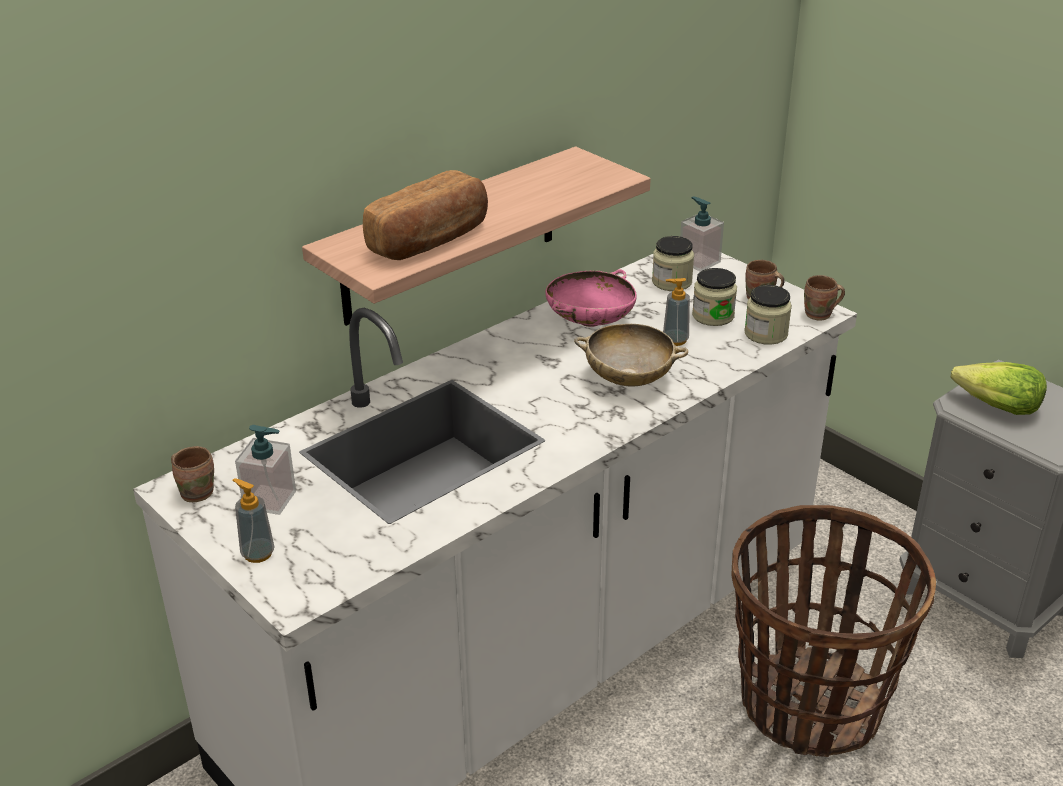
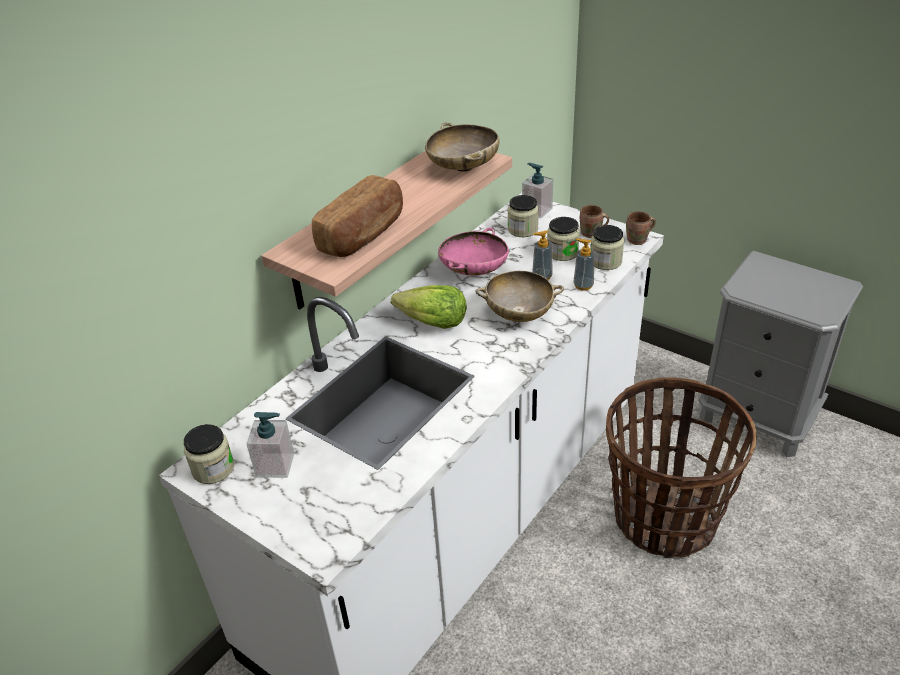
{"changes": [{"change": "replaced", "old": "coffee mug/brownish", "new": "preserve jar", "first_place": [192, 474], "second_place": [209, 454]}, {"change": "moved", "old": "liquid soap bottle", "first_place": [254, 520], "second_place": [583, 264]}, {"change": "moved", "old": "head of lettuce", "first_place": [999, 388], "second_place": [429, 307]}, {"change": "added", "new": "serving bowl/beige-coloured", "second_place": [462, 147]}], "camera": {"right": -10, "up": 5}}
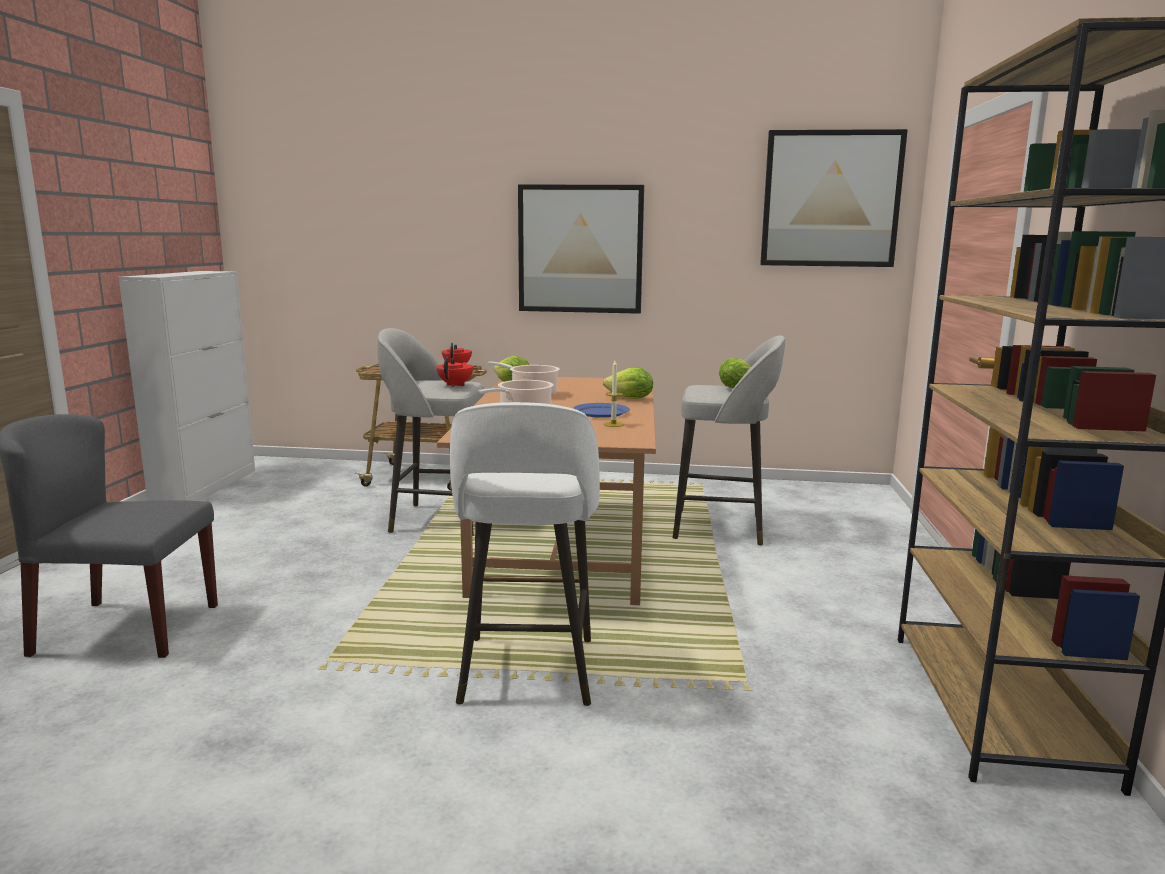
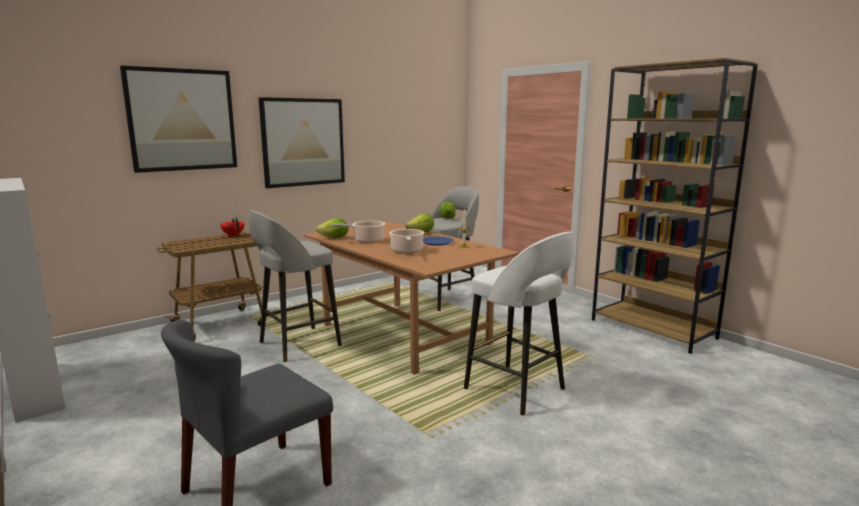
{"changes": [{"change": "removed", "old": "teapot/red-coloured", "first_place": [454, 371]}, {"change": "moved", "old": "picture", "first_place": [834, 198], "second_place": [178, 119]}], "camera": {"right": -45, "up": 0}}
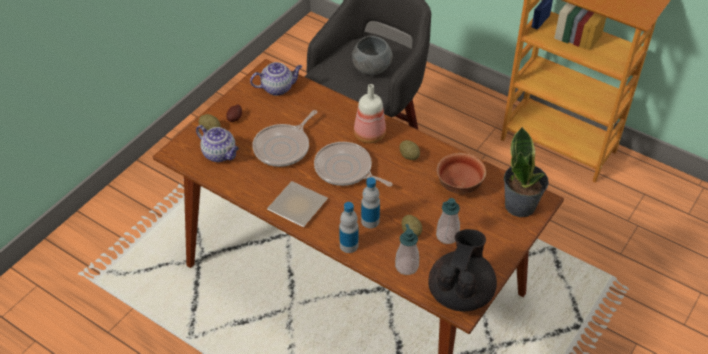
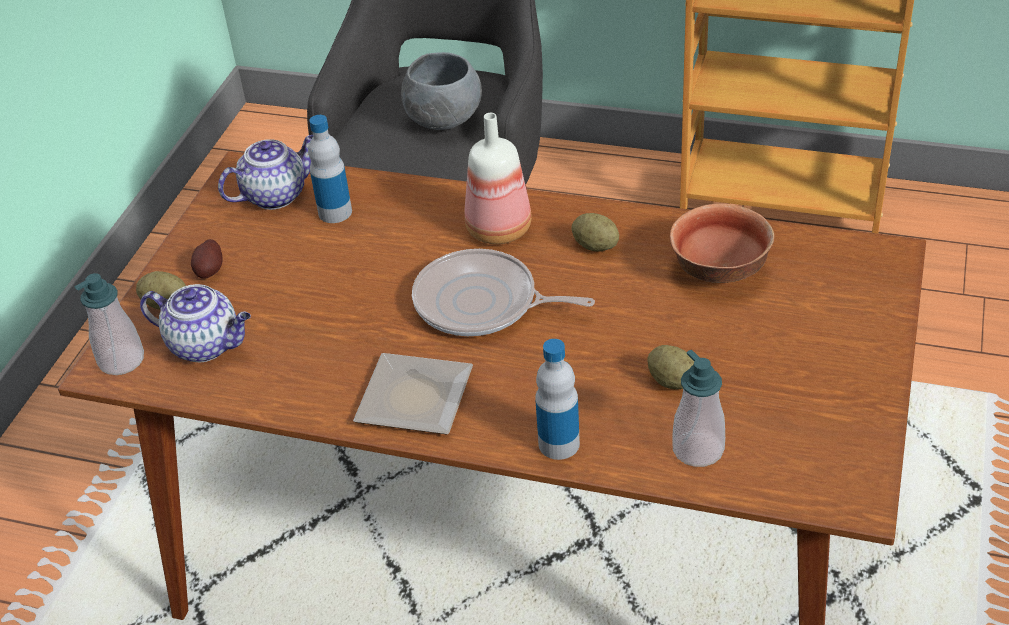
{"changes": [{"change": "removed", "old": "skillet", "first_place": [284, 138]}, {"change": "moved", "old": "drink bottle", "first_place": [370, 202], "second_place": [330, 169]}, {"change": "removed", "old": "teapot/blackish", "first_place": [462, 270]}, {"change": "moved", "old": "liquid soap bottle", "first_place": [448, 221], "second_place": [109, 324]}, {"change": "removed", "old": "potted plant", "first_place": [526, 172]}], "camera": {"right": -15, "up": -5}}
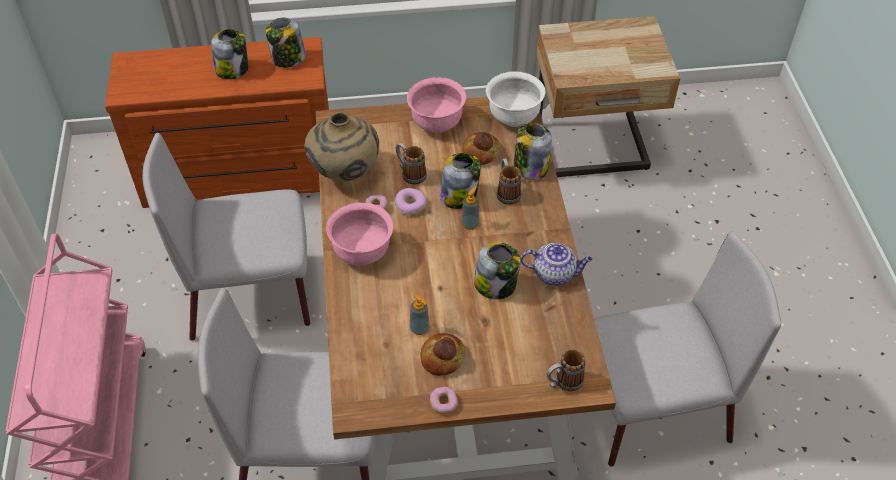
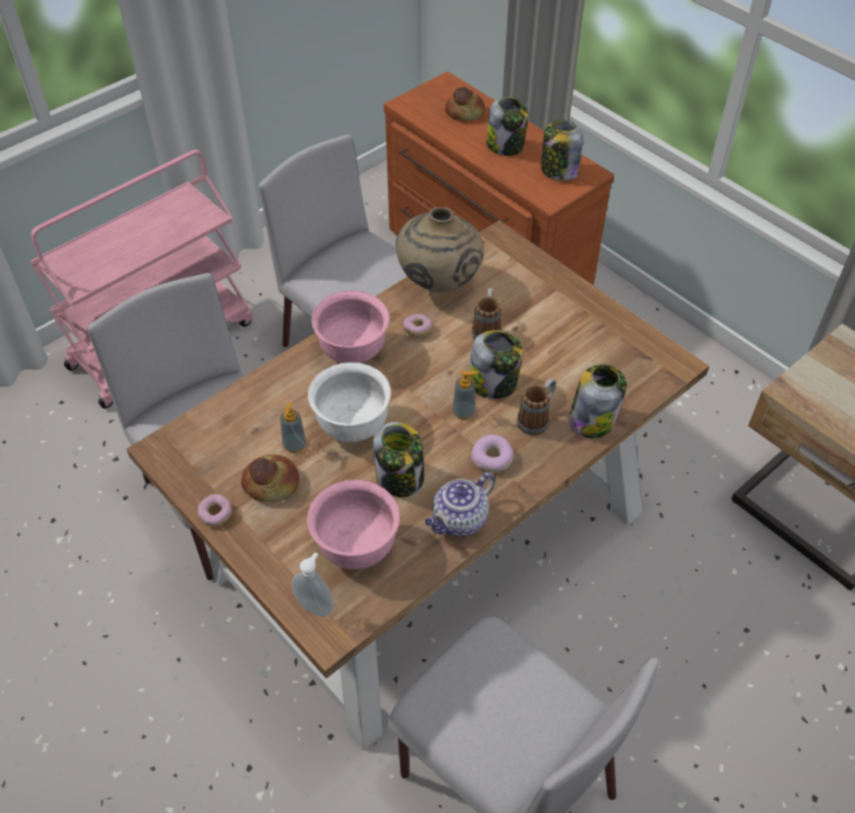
{"changes": [{"change": "moved", "old": "doughnut", "first_place": [410, 201], "second_place": [492, 453]}, {"change": "moved", "old": "serving bowl/pink", "first_place": [436, 105], "second_place": [353, 524]}, {"change": "moved", "old": "bakery bread", "first_place": [481, 148], "second_place": [465, 104]}, {"change": "moved", "old": "serving bowl/whitish", "first_place": [515, 99], "second_place": [349, 402]}, {"change": "turned", "old": "teapot", "first_place": [556, 264], "second_place": [460, 504], "degrees": 75}, {"change": "replaced", "old": "coffee mug", "new": "liquid soap bottle", "first_place": [565, 370], "second_place": [313, 585]}], "camera": {"right": 55, "up": 0}}
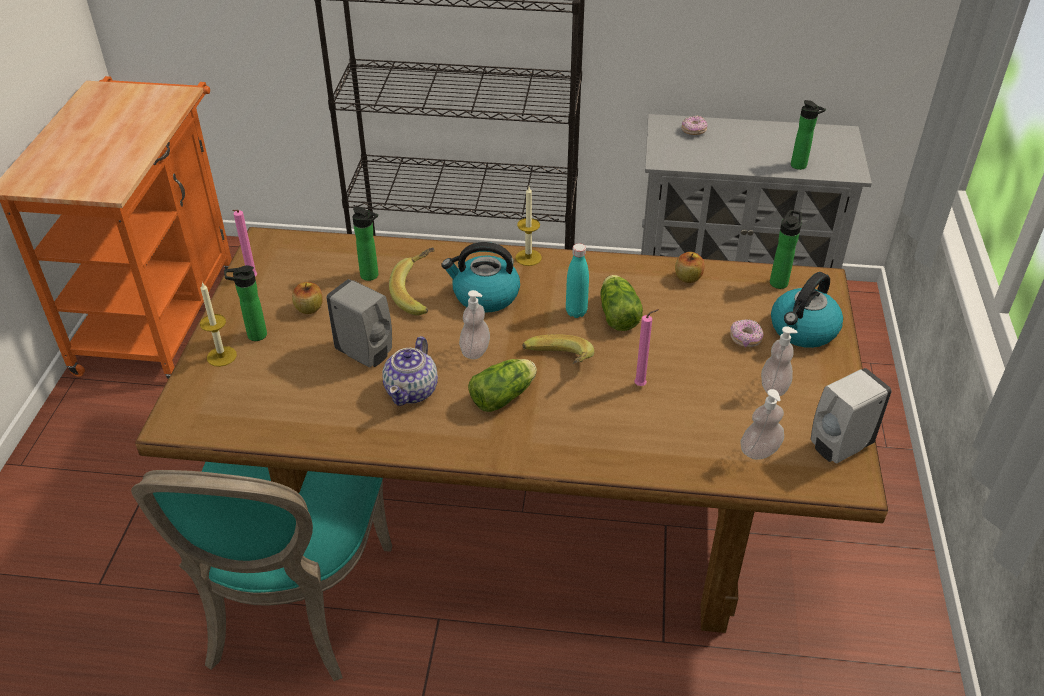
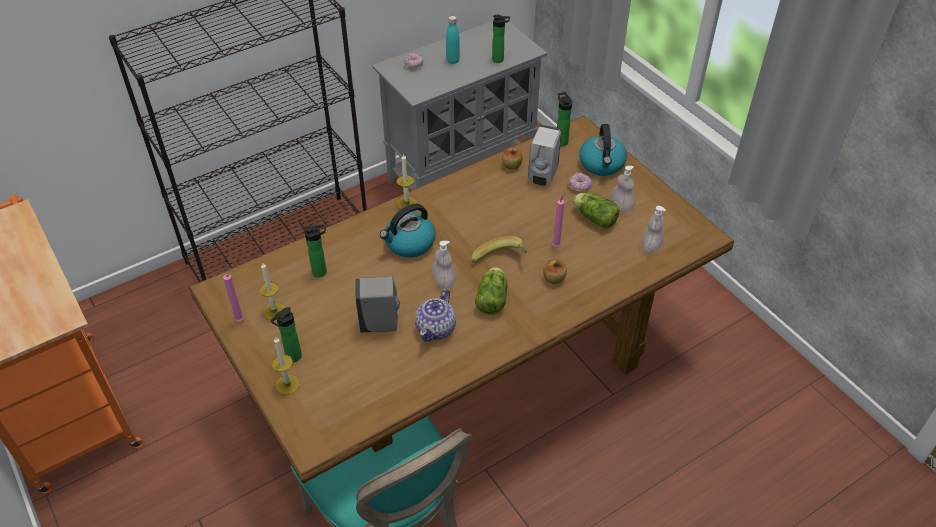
{"changes": [{"change": "moved", "old": "apple fruit", "first_place": [307, 298], "second_place": [555, 271]}, {"change": "turned", "old": "teapot", "first_place": [410, 371], "second_place": [435, 315], "degrees": 45}, {"change": "removed", "old": "banana", "first_place": [412, 281]}, {"change": "moved", "old": "drink bottle/turquoise-coloured", "first_place": [577, 280], "second_place": [453, 40]}, {"change": "moved", "old": "head of lettuce", "first_place": [621, 303], "second_place": [596, 210]}, {"change": "moved", "old": "liquid soap bottle/whitish", "first_place": [851, 415], "second_place": [545, 155]}, {"change": "added", "new": "candle", "second_place": [272, 291]}], "camera": {"right": -40, "up": 5}}
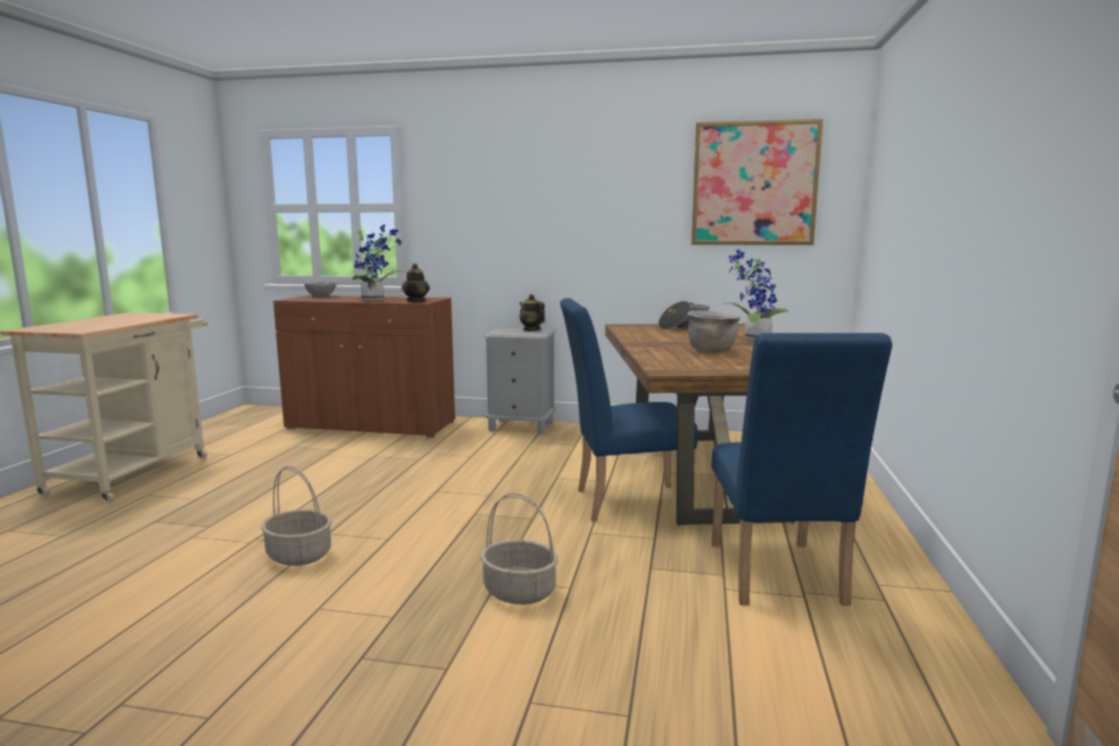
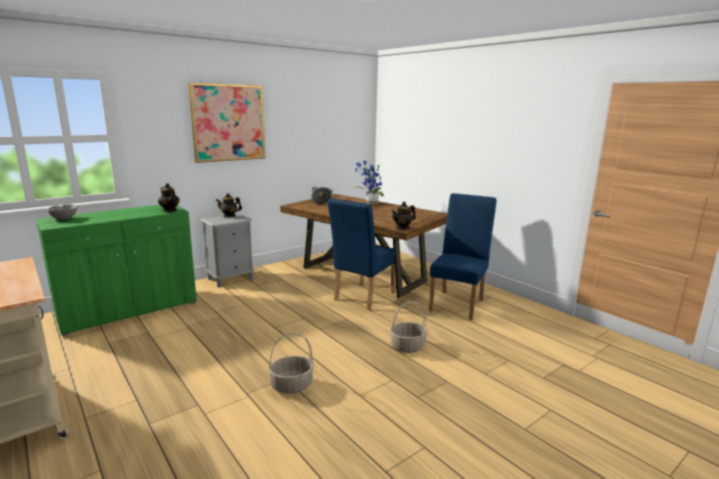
{"changes": [{"change": "recoloured", "old": "cabinet/brownish", "new": "cabinet/green-coloured", "first_place": [364, 366], "second_place": [116, 270]}, {"change": "removed", "old": "potted plant", "first_place": [378, 262]}, {"change": "removed", "old": "cooking pot/brownish", "first_place": [714, 331]}, {"change": "moved", "old": "picture", "first_place": [757, 182], "second_place": [226, 122]}, {"change": "turned", "old": "upright chair/blue-coloured", "first_place": [801, 469], "second_place": [463, 256], "degrees": -105}, {"change": "added", "new": "teapot", "second_place": [403, 216]}], "camera": {"right": -50, "up": 5}}
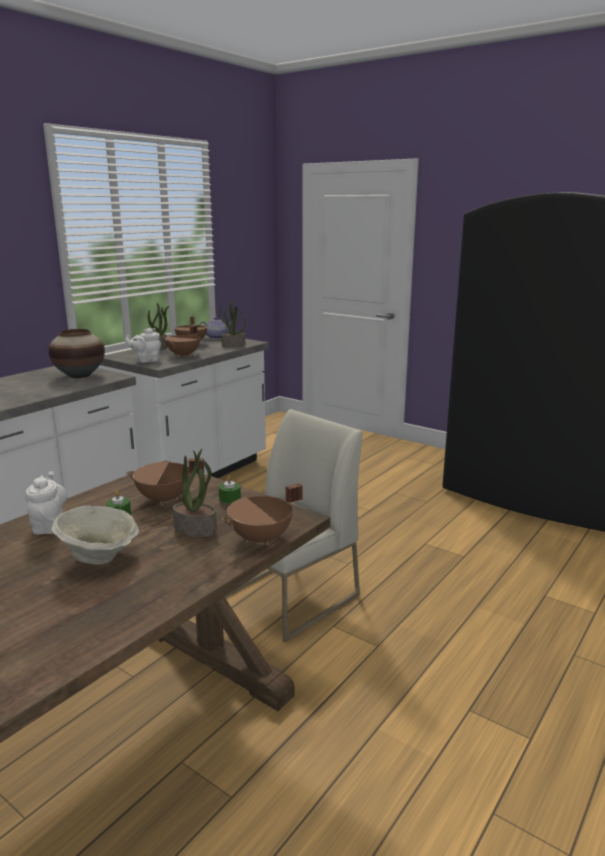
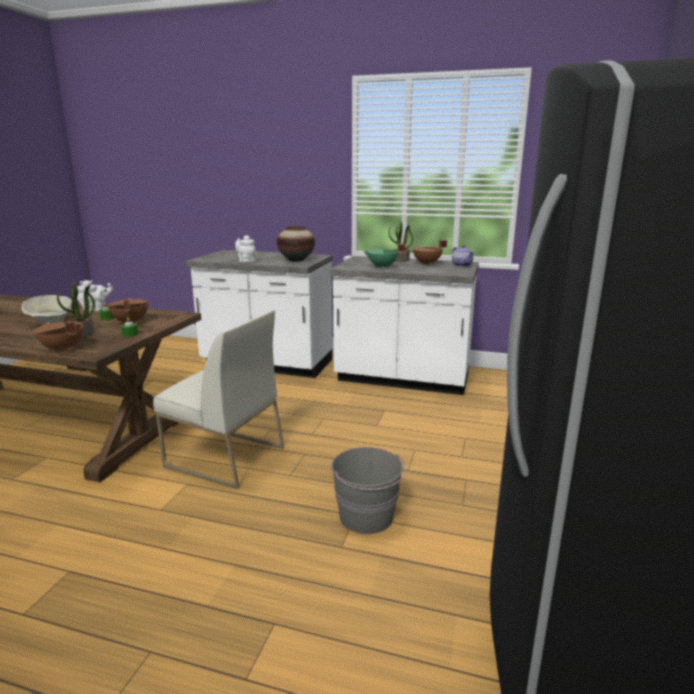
{"changes": [{"change": "moved", "old": "teapot/whitish", "first_place": [143, 345], "second_place": [245, 249]}, {"change": "recoloured", "old": "cooking pot/brownish", "new": "cooking pot/green-coloured", "first_place": [182, 341], "second_place": [384, 256]}, {"change": "removed", "old": "potted plant", "first_place": [232, 324]}, {"change": "added", "new": "pail/greyish", "second_place": [368, 490]}], "camera": {"right": 70, "up": 0}}
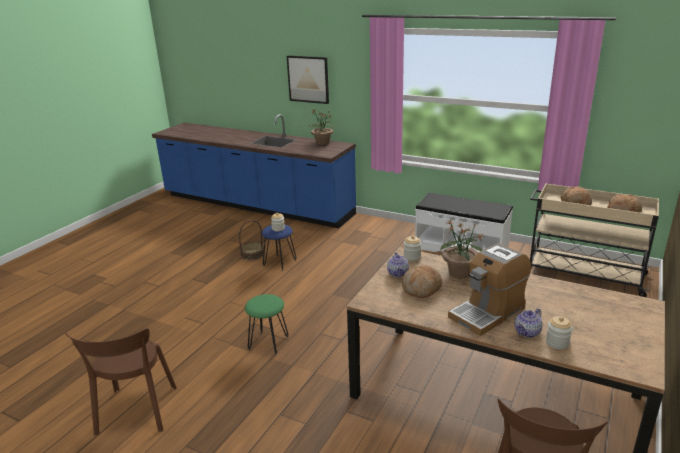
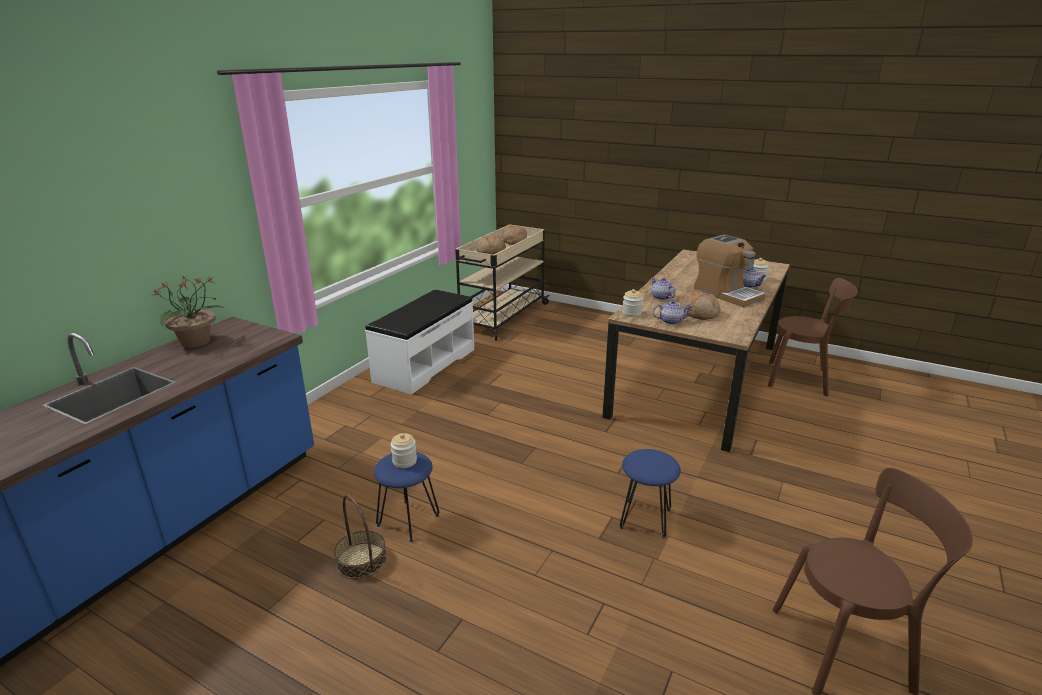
{"changes": [{"change": "recoloured", "old": "sitting stool/green-coloured", "new": "sitting stool/blue-coloured", "first_place": [266, 324], "second_place": [650, 493]}, {"change": "removed", "old": "picture", "first_place": [308, 79]}, {"change": "replaced", "old": "potted plant", "new": "teapot", "first_place": [462, 249], "second_place": [663, 289]}], "camera": {"right": -90, "up": 0}}
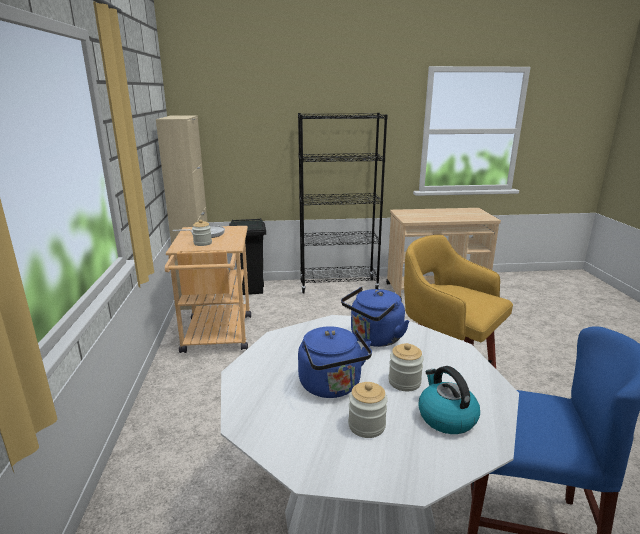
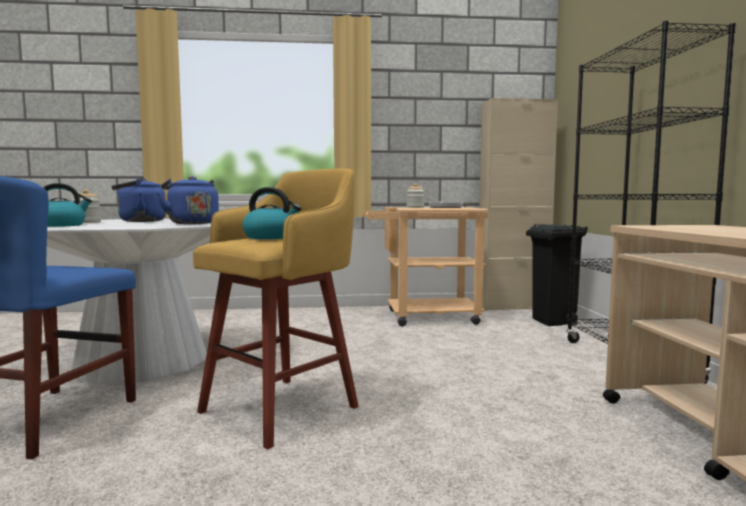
{"changes": [{"change": "removed", "old": "preserve jar", "first_place": [406, 367]}, {"change": "added", "new": "water kettle", "second_place": [271, 213]}], "camera": {"right": 90, "up": -15}}
